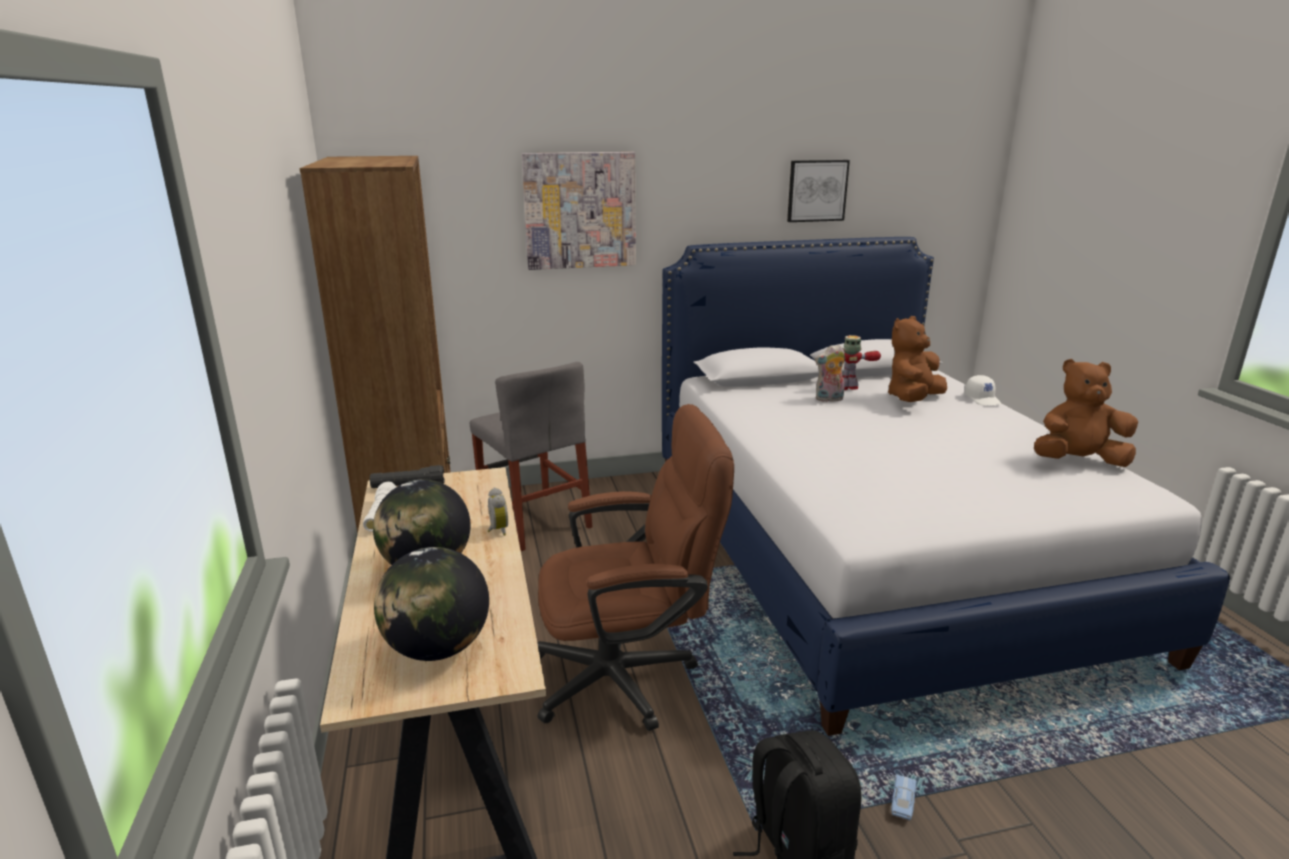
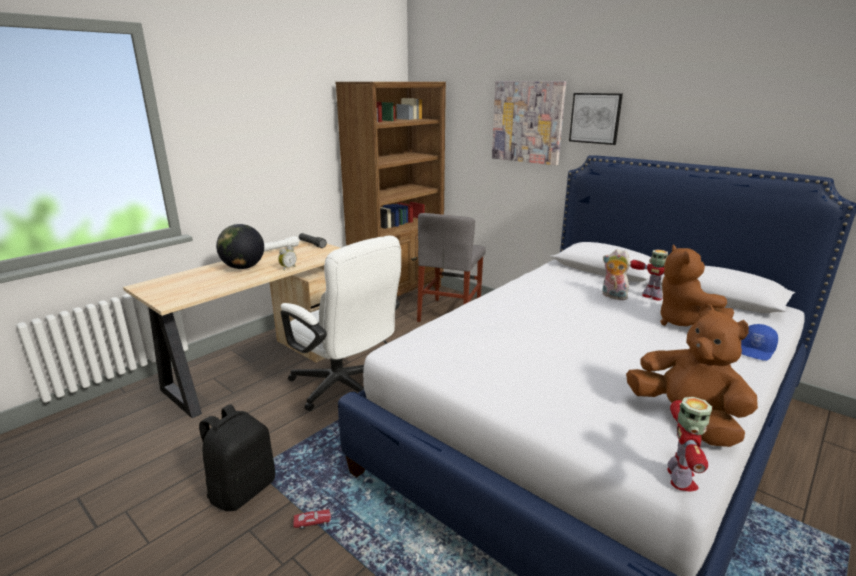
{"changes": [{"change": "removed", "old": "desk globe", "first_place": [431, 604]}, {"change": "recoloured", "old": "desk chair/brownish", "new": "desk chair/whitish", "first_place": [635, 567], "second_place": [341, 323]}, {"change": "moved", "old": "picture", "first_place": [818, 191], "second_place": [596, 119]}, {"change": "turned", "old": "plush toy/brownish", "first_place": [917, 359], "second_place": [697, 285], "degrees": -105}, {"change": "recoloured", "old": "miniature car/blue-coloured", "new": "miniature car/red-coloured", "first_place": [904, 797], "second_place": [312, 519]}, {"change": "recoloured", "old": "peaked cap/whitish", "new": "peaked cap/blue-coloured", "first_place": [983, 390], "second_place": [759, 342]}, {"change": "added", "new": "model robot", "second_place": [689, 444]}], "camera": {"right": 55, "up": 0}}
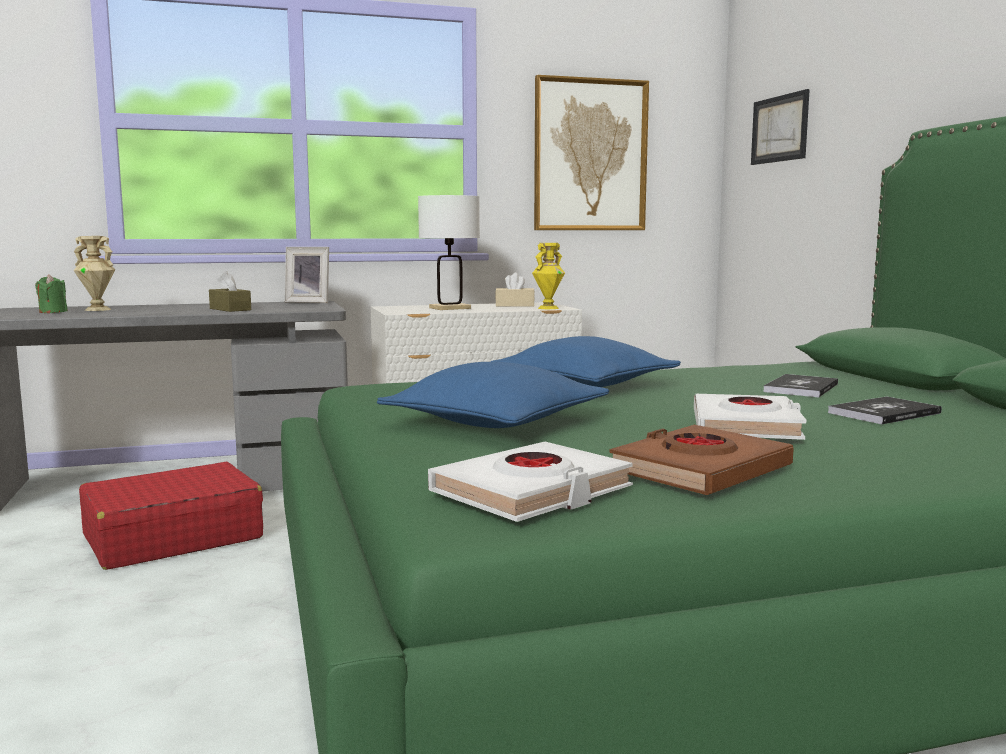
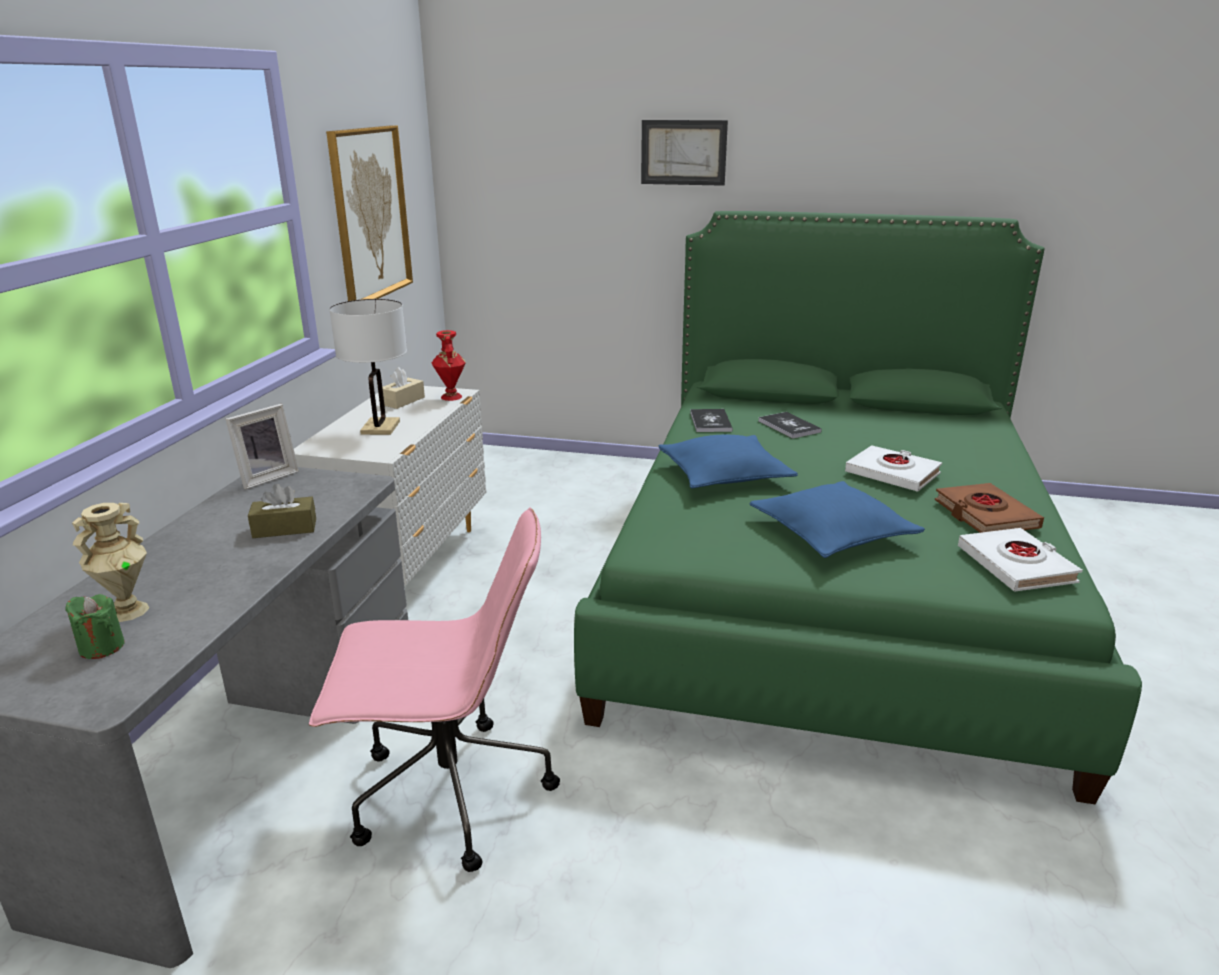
{"changes": [{"change": "replaced", "old": "piece of luggage/red-coloured", "new": "desk chair/pink", "first_place": [171, 516], "second_place": [434, 689]}, {"change": "recoloured", "old": "decorative vase/yellow", "new": "decorative vase/red-coloured", "first_place": [548, 276], "second_place": [448, 365]}, {"change": "moved", "old": "picture", "first_place": [780, 127], "second_place": [684, 153]}, {"change": "moved", "old": "bound book", "first_place": [885, 410], "second_place": [711, 420]}], "camera": {"right": -60, "up": 15}}
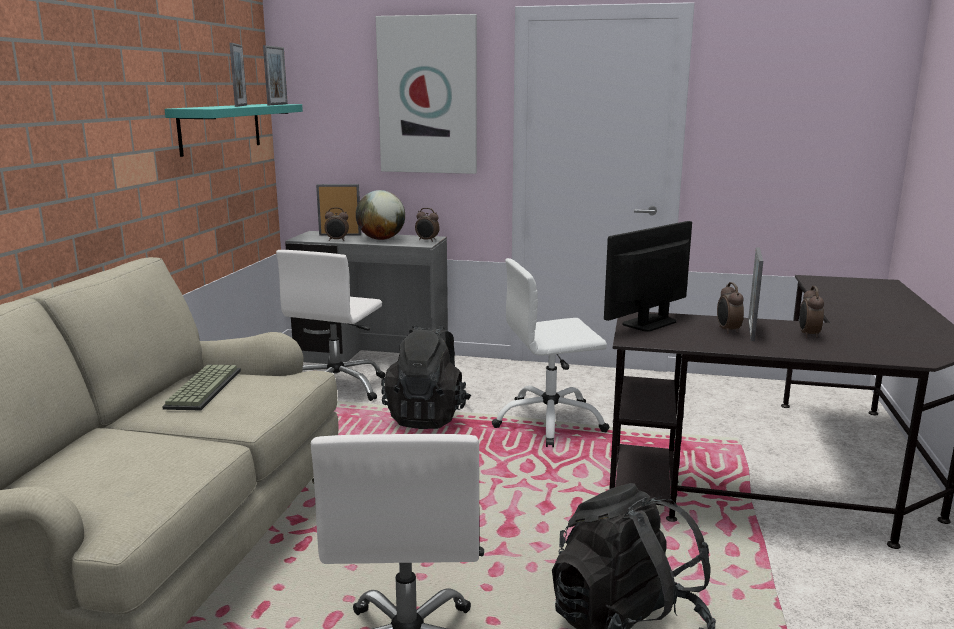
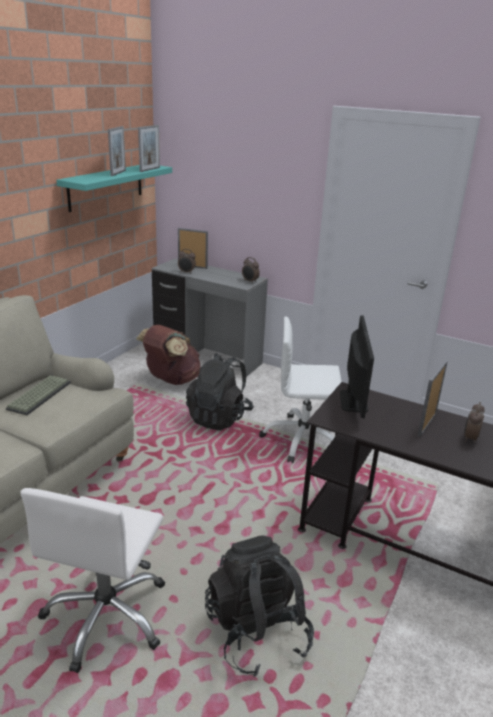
{"changes": [{"change": "replaced", "old": "desk chair/whitish", "new": "backpack/brownish", "first_place": [330, 325], "second_place": [168, 355]}, {"change": "removed", "old": "desk globe", "first_place": [380, 215]}, {"change": "removed", "old": "picture", "first_place": [426, 94]}, {"change": "turned", "old": "monitor", "first_place": [648, 276], "second_place": [357, 366], "degrees": 120}, {"change": "removed", "old": "bedside clock", "first_place": [730, 308]}], "camera": {"right": 15, "up": 10}}
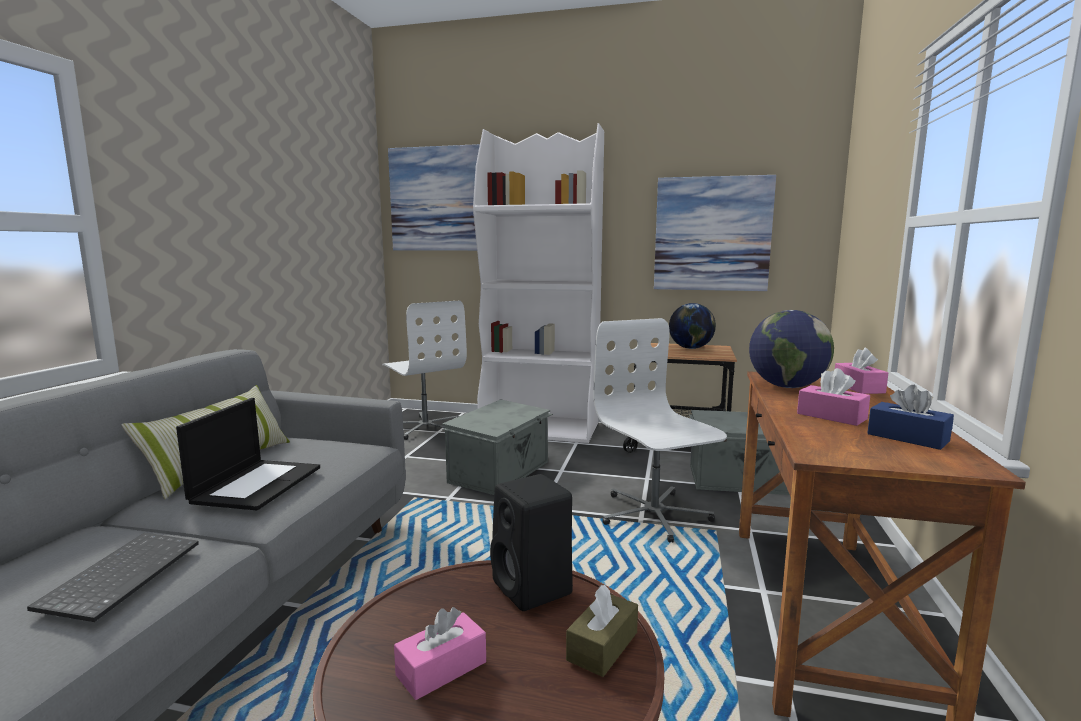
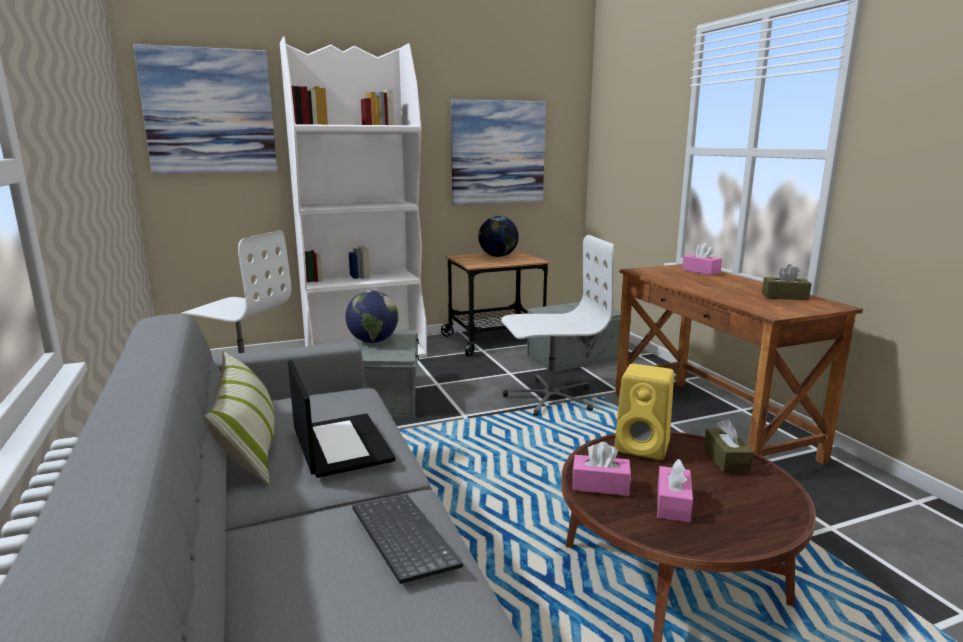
{"changes": [{"change": "recoloured", "old": "speaker/blackish", "new": "speaker/yellow", "first_place": [531, 542], "second_place": [644, 412]}, {"change": "turned", "old": "desk chair/whitish", "first_place": [660, 430], "second_place": [557, 325], "degrees": 135}, {"change": "moved", "old": "desk globe", "first_place": [791, 349], "second_place": [371, 316]}, {"change": "moved", "old": "tissue holder/pink", "first_place": [833, 397], "second_place": [601, 469]}, {"change": "recoloured", "old": "tissue holder/blue-coloured", "new": "tissue holder/brownish", "first_place": [910, 417], "second_place": [786, 282]}], "camera": {"right": -35, "up": 5}}
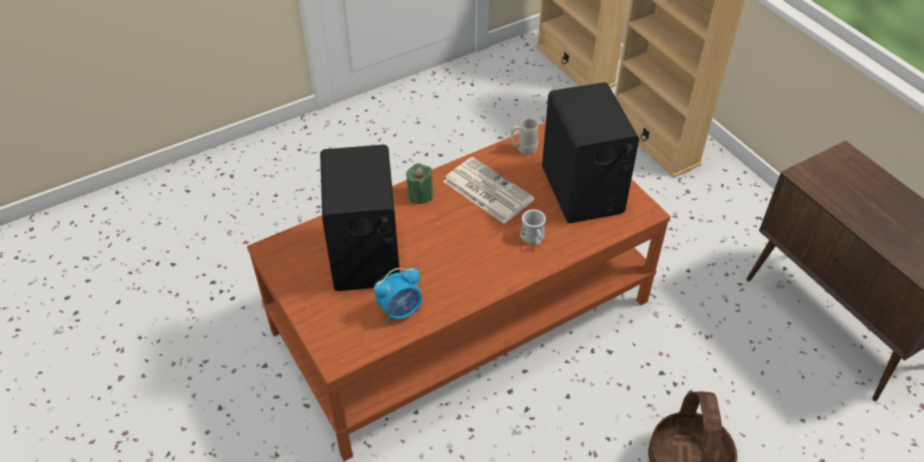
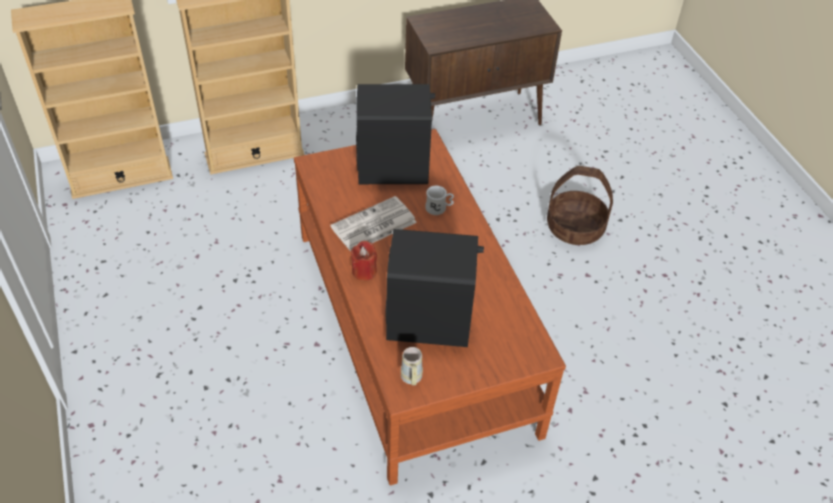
{"changes": [{"change": "removed", "old": "bedside clock", "first_place": [398, 296]}, {"change": "recoloured", "old": "candle/green-coloured", "new": "candle/red-coloured", "first_place": [419, 183], "second_place": [364, 261]}, {"change": "moved", "old": "coffee mug/beige-coloured", "first_place": [525, 136], "second_place": [412, 366]}], "camera": {"right": -80, "up": 0}}
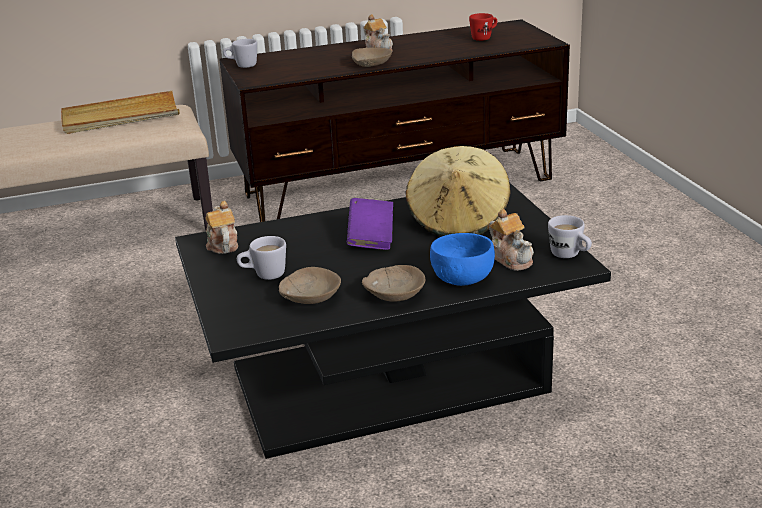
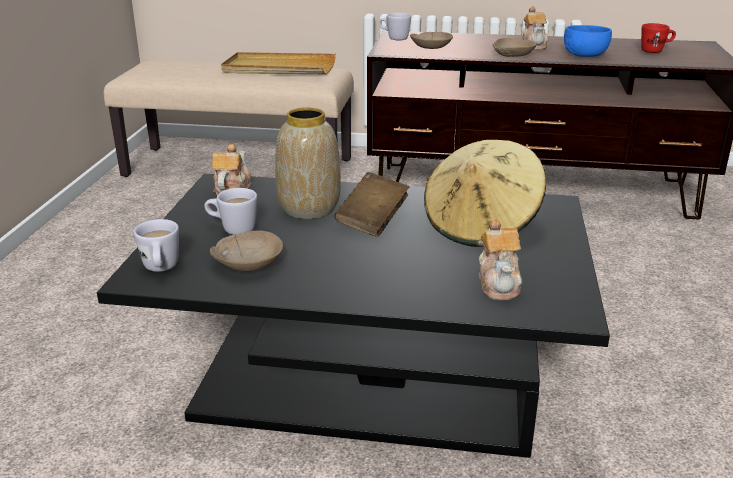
{"changes": [{"change": "recoloured", "old": "bound book/purple-coloured", "new": "bound book/brownish", "first_place": [370, 224], "second_place": [372, 204]}, {"change": "moved", "old": "serving bowl/beige-coloured", "first_place": [393, 283], "second_place": [431, 40]}, {"change": "moved", "old": "serving bowl/blue-coloured", "first_place": [462, 259], "second_place": [588, 41]}, {"change": "moved", "old": "coffee mug/whitish", "first_place": [570, 236], "second_place": [156, 245]}, {"change": "added", "new": "decorative vase", "second_place": [308, 163]}], "camera": {"right": 25, "up": 0}}
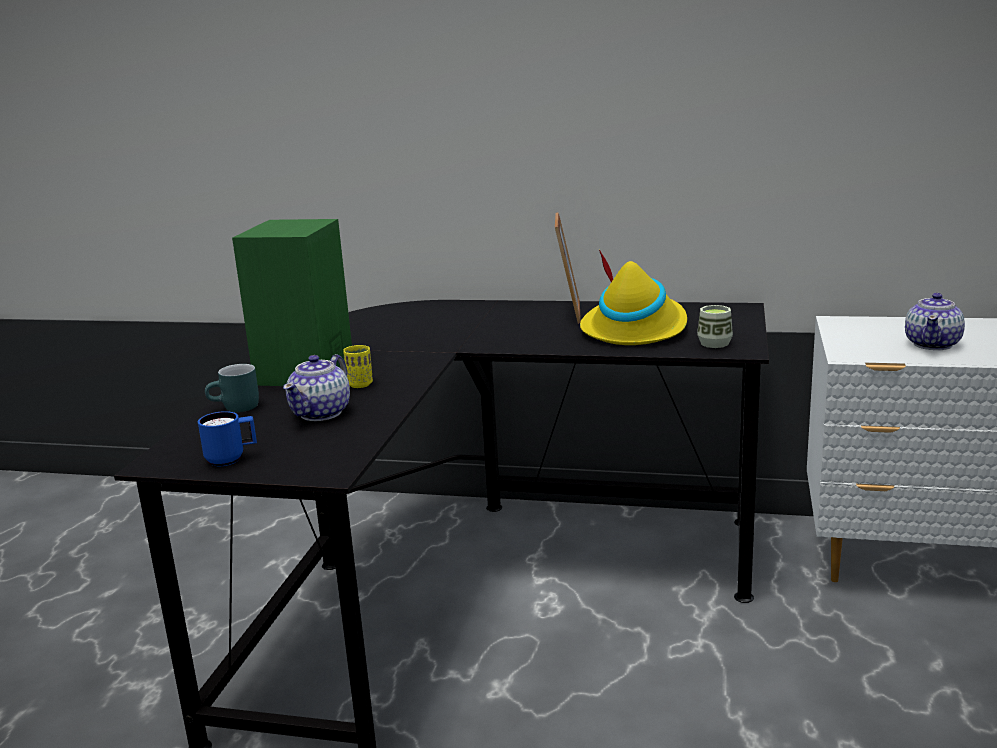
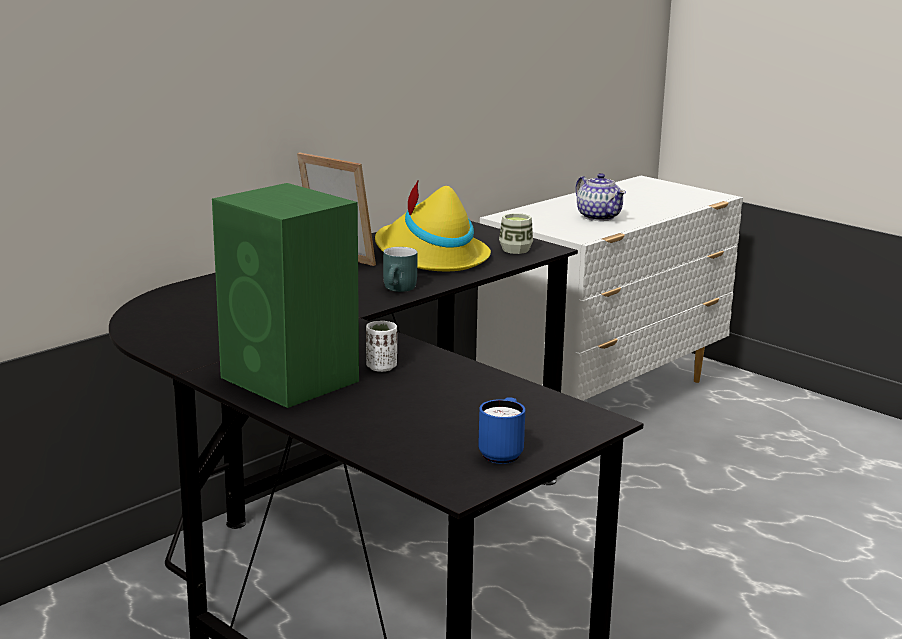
{"changes": [{"change": "moved", "old": "coffee mug/turquoise-coloured", "first_place": [232, 388], "second_place": [400, 269]}, {"change": "removed", "old": "teapot", "first_place": [316, 387]}, {"change": "recoloured", "old": "cup/yellow", "new": "cup/whitish", "first_place": [358, 366], "second_place": [381, 346]}], "camera": {"right": -60, "up": 0}}
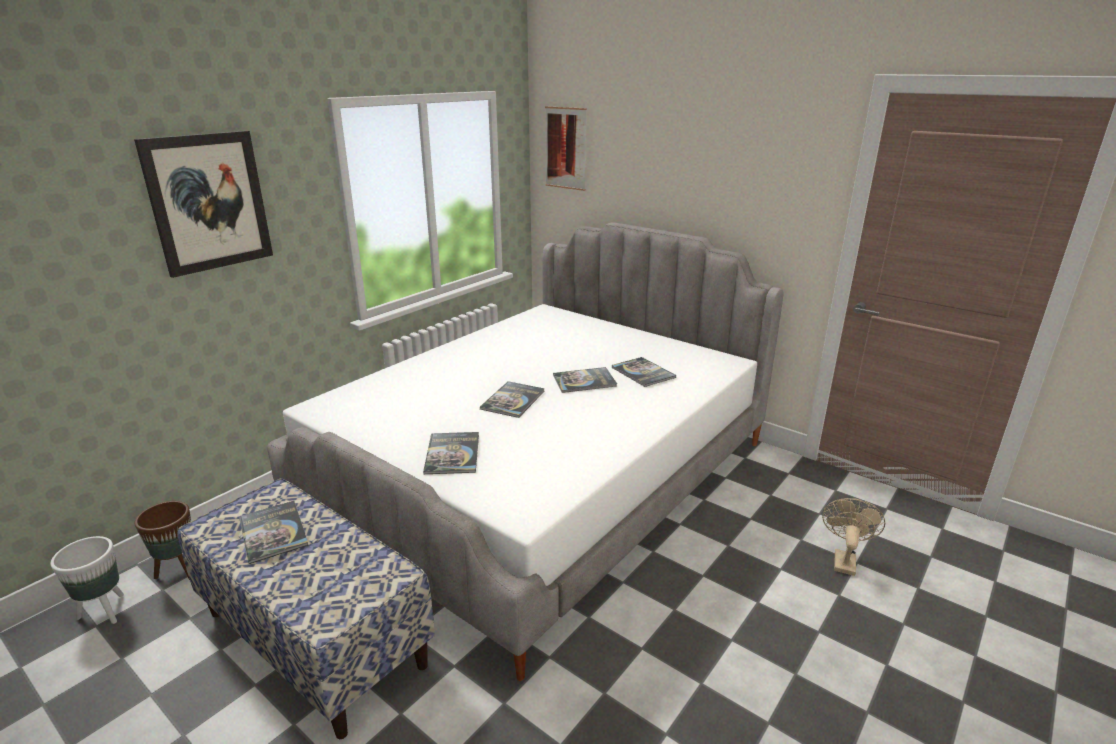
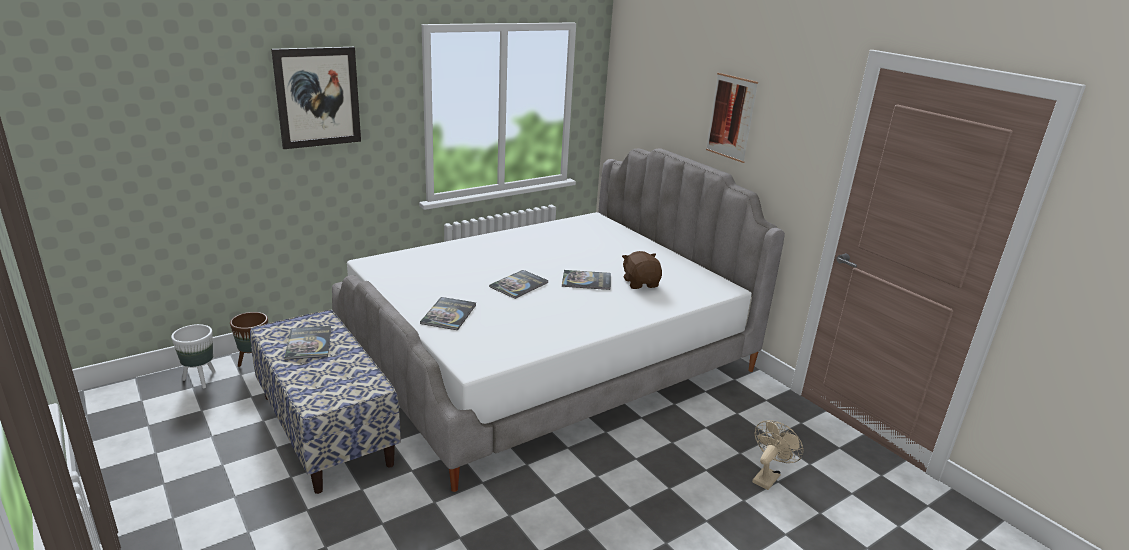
{"changes": [{"change": "moved", "old": "picture", "first_place": [566, 148], "second_place": [732, 118]}, {"change": "replaced", "old": "bound book", "new": "plush toy/brownish", "first_place": [643, 372], "second_place": [642, 270]}], "camera": {"right": 15, "up": 0}}
